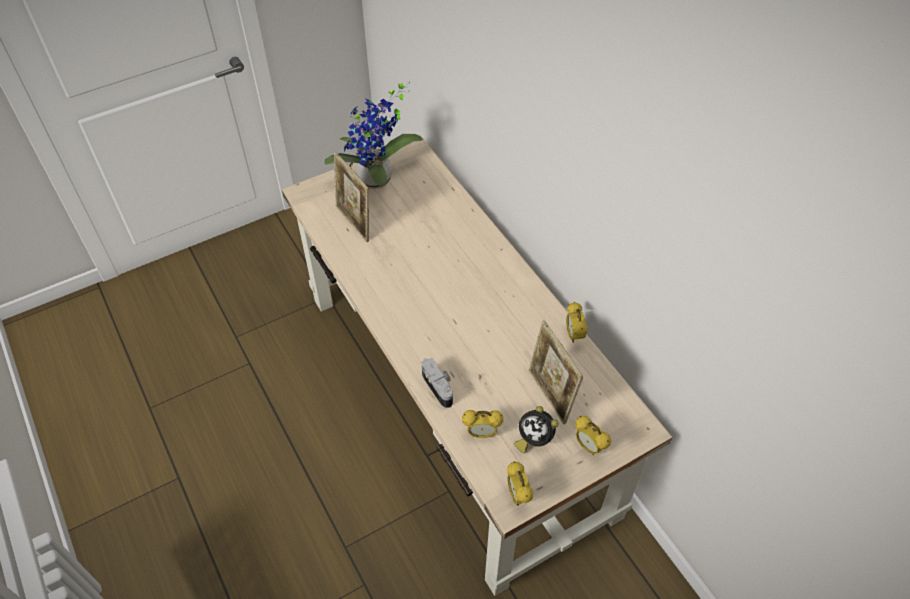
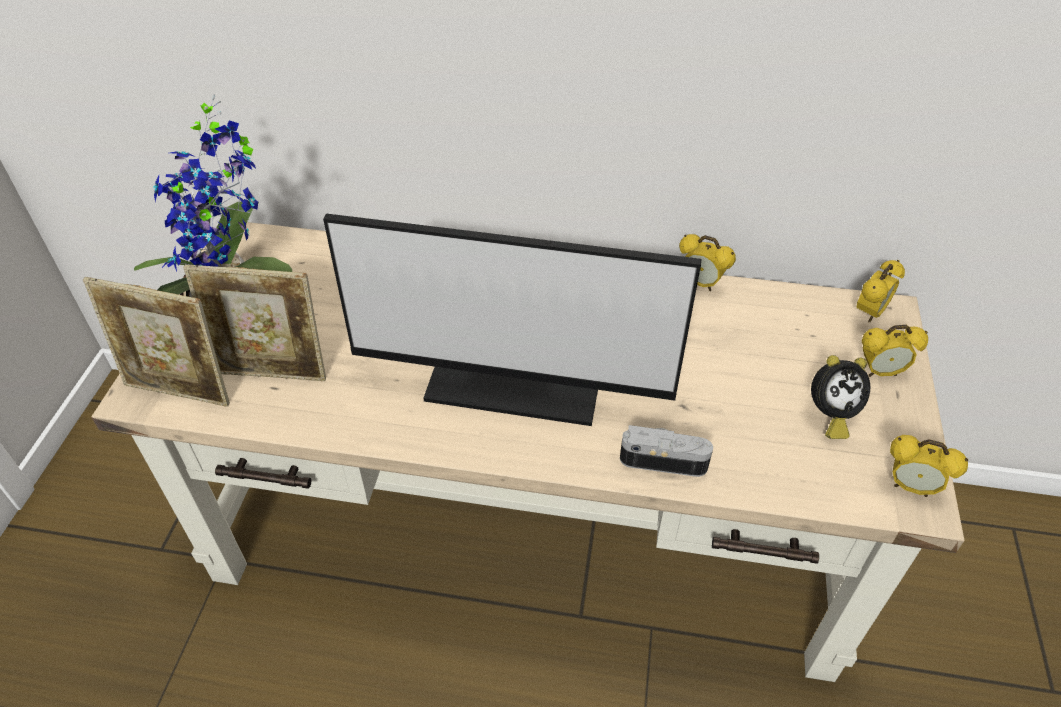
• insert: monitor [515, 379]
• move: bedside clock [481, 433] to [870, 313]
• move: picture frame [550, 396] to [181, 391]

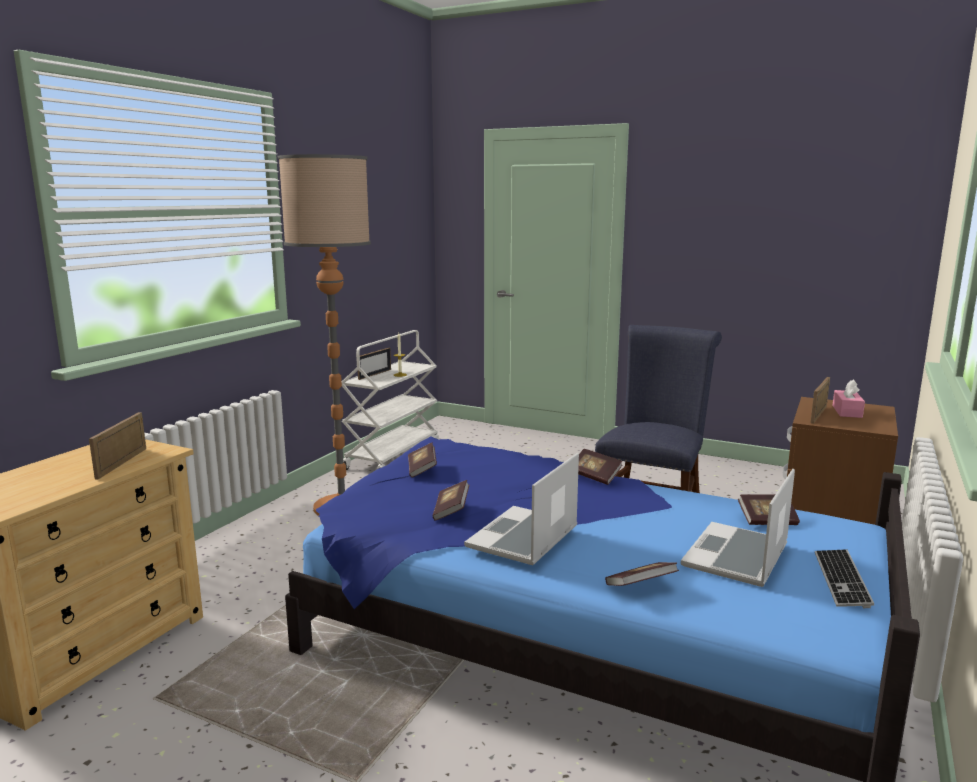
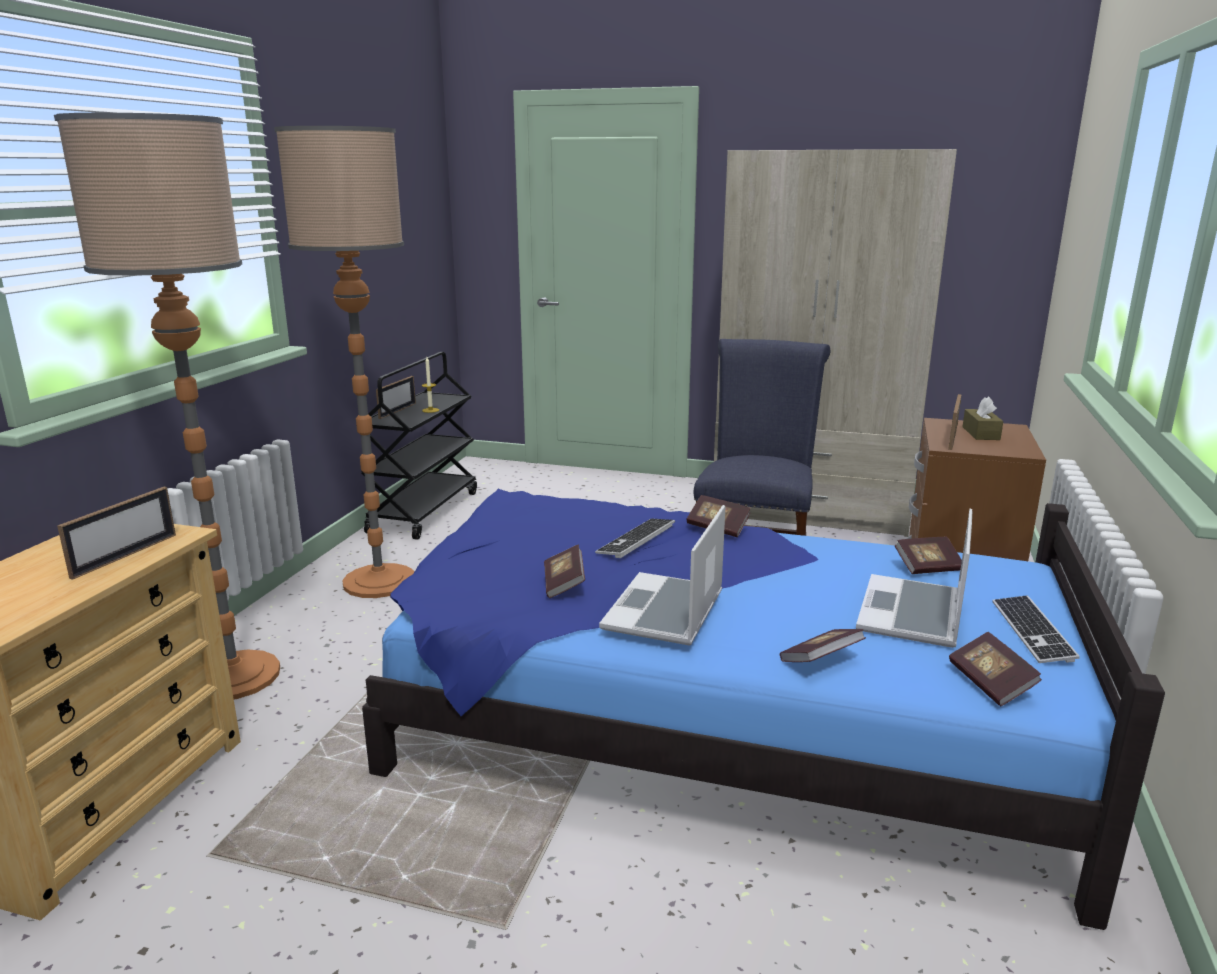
• insert: standard lamp [233, 676]
• insert: keyboard [636, 539]
• insert: beige-coloured armoire [811, 508]
• move: volume [422, 469] to [991, 683]
• recolor: white cart [392, 456] to blackish cart [423, 511]
• recolor: pink-coloured tissue holder [847, 411] to brown-coloured tissue holder [980, 433]
• rotate: picture frame [122, 463] = [125, 555] 150 degrees counterclockwise

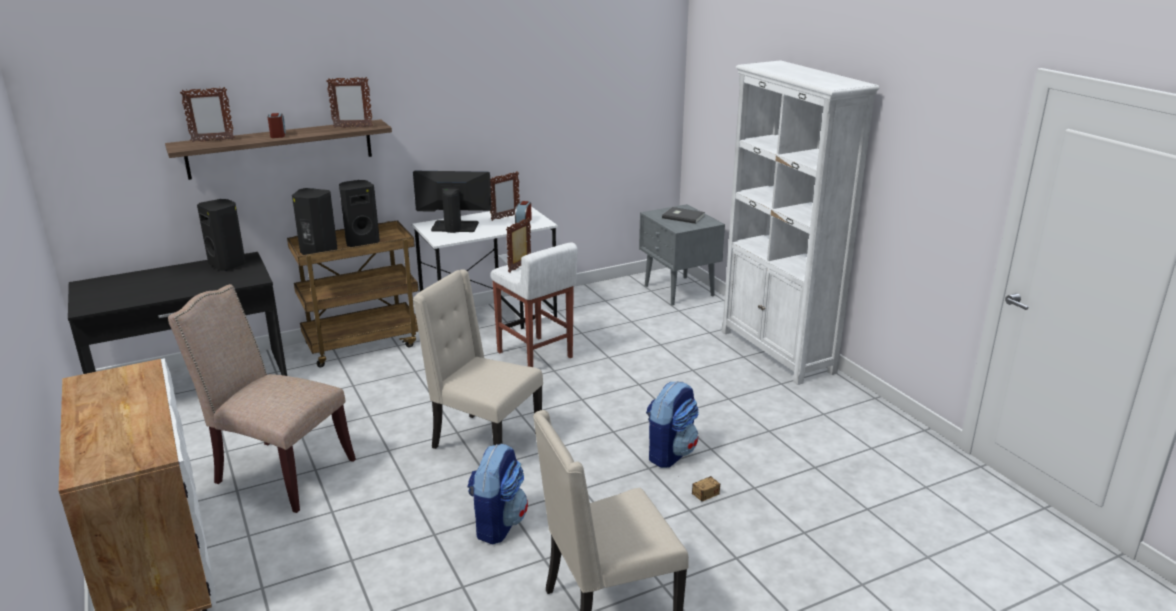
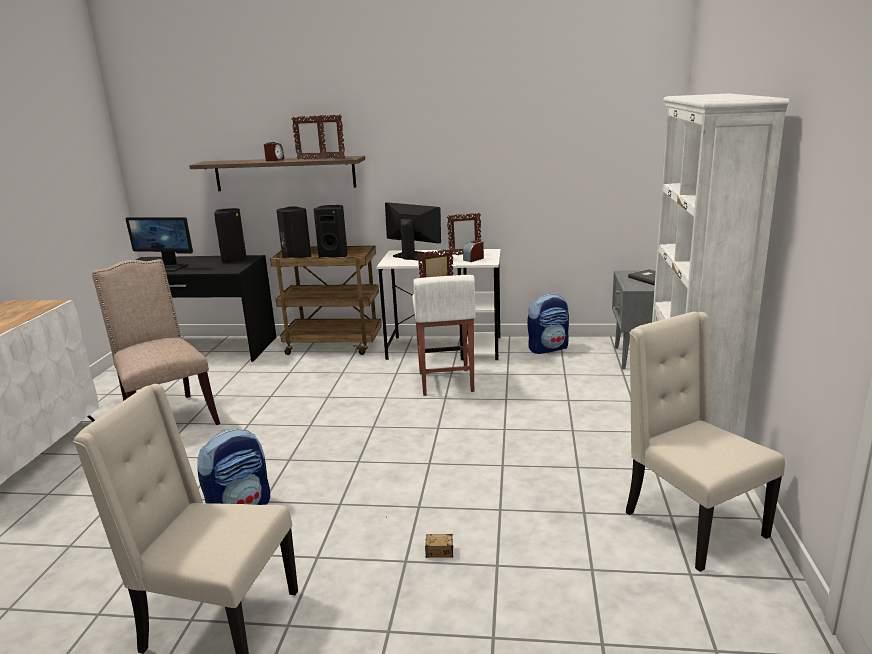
• insert: monitor [165, 267]
• move: picture frame [212, 140] to [311, 159]
• move: beige-coloured plain chair [484, 441] to [690, 524]
• move: backpack [670, 453] to [548, 348]

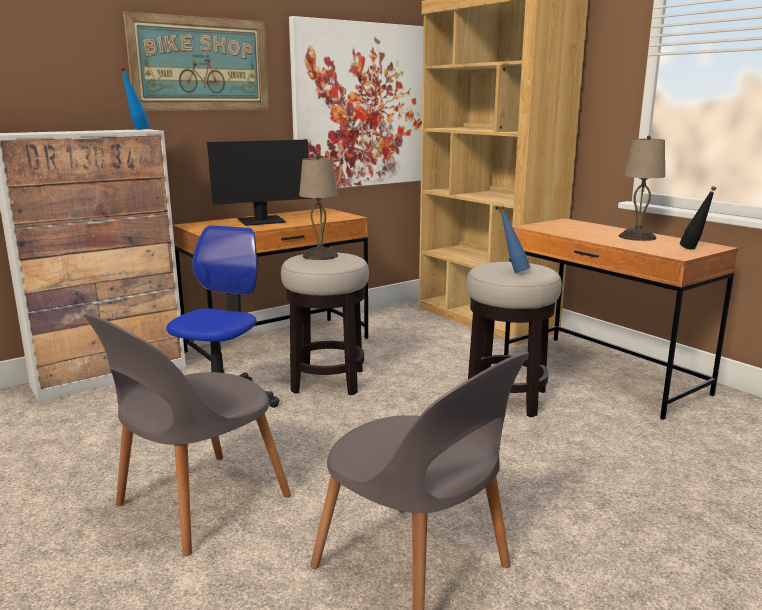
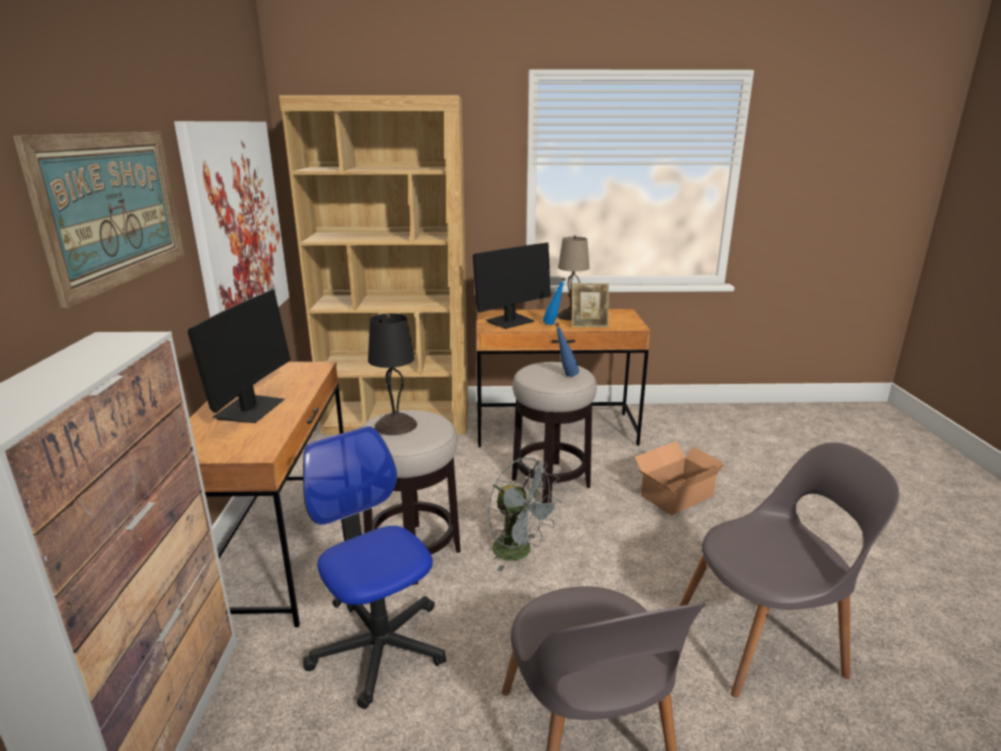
• delete: blackish beverage bottle [693, 249]
• insert: monitor [510, 322]
• insert: greyish fan [519, 552]
• insert: picture frame [589, 325]
• insert: cardboard box [673, 495]
• move: blue-coloured beverage bottle [137, 129] to [553, 325]
• recolor: beige-coloured tabletop lamp [320, 255] to blackish tabletop lamp [395, 425]

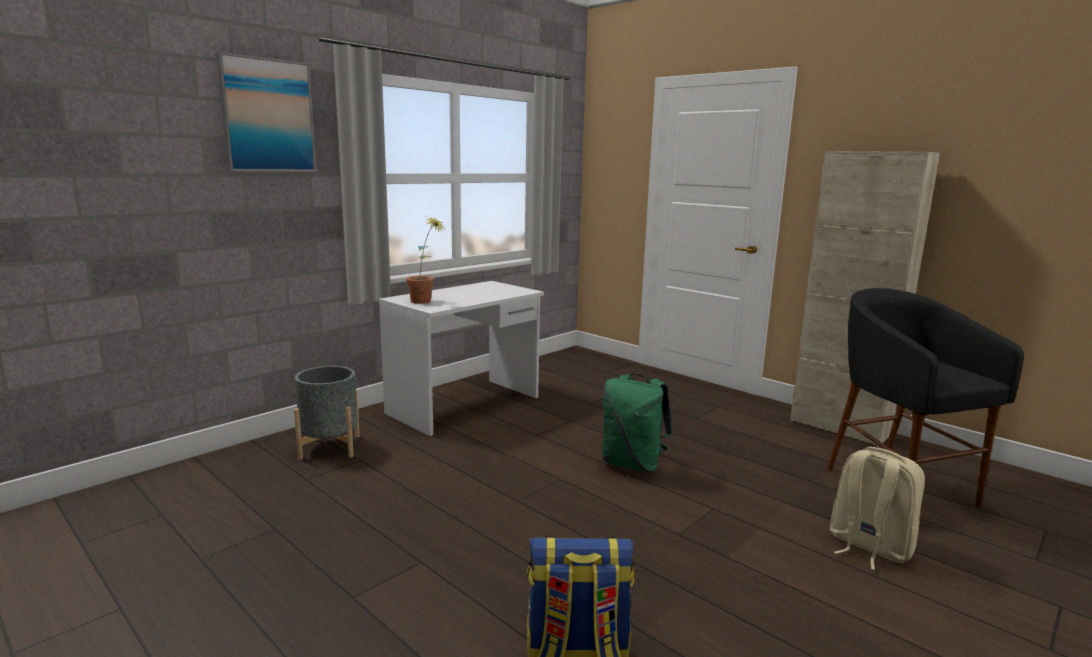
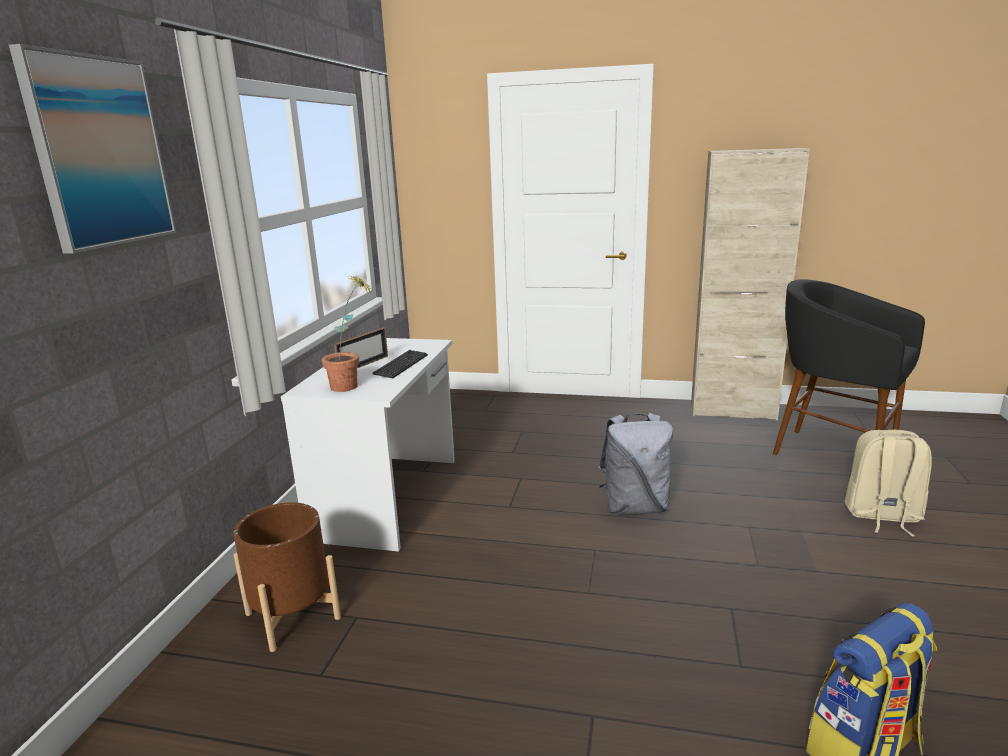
• insert: picture frame [363, 365]
• insert: keyboard [401, 365]
• recolor: greyish planter [330, 447] to brown-coloured planter [293, 615]
• recolor: green backpack [633, 464] to greyish backpack [634, 507]

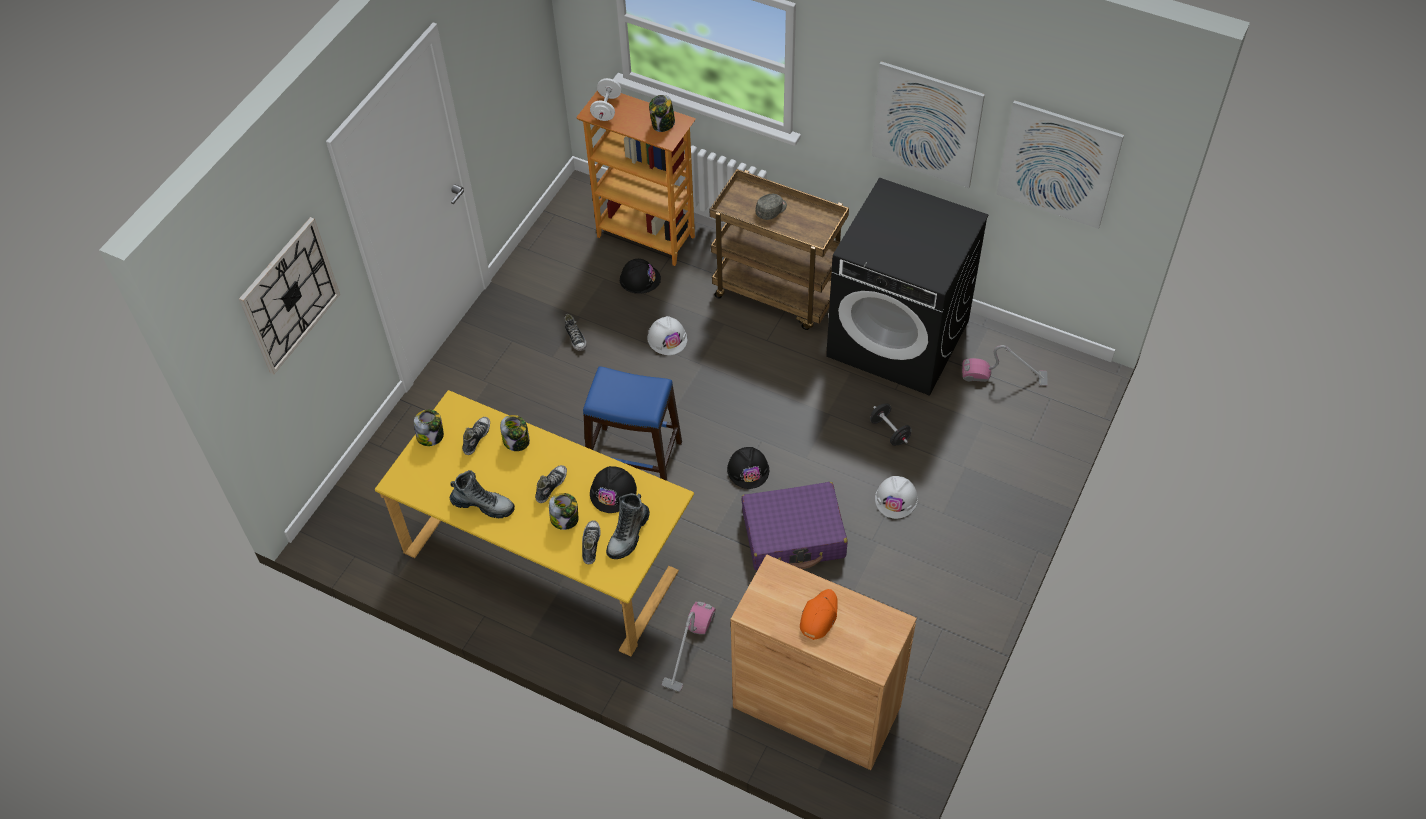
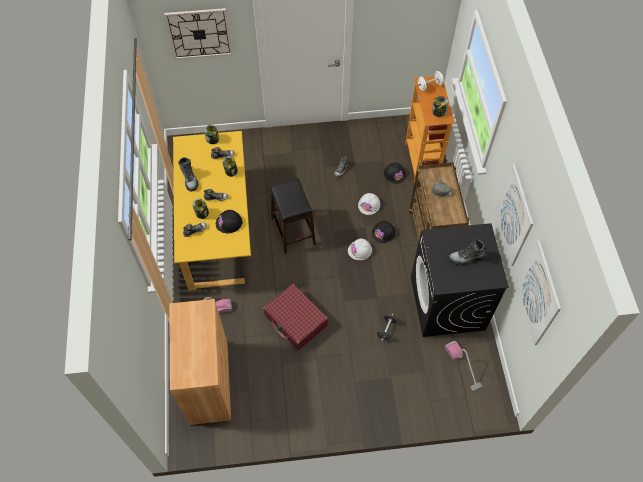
• delete: orangey cap [818, 616]
• move: tall boot [628, 534] to [466, 258]
• move: blackish hard hat [748, 469] to [383, 233]
• move: white hard hat [896, 499] to [360, 250]
• recolor: blue-coloured stool [634, 457] to blackish stool [293, 231]
• recolor: purple-coloured piece of luggage [794, 535] to red piece of luggage [296, 320]

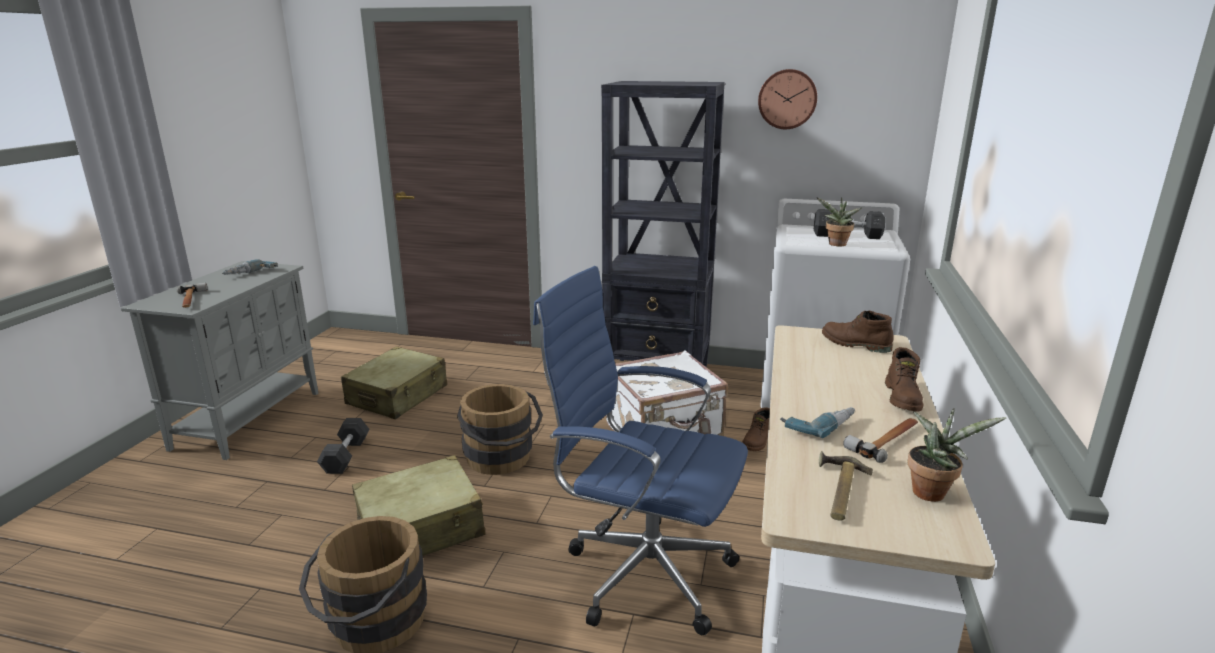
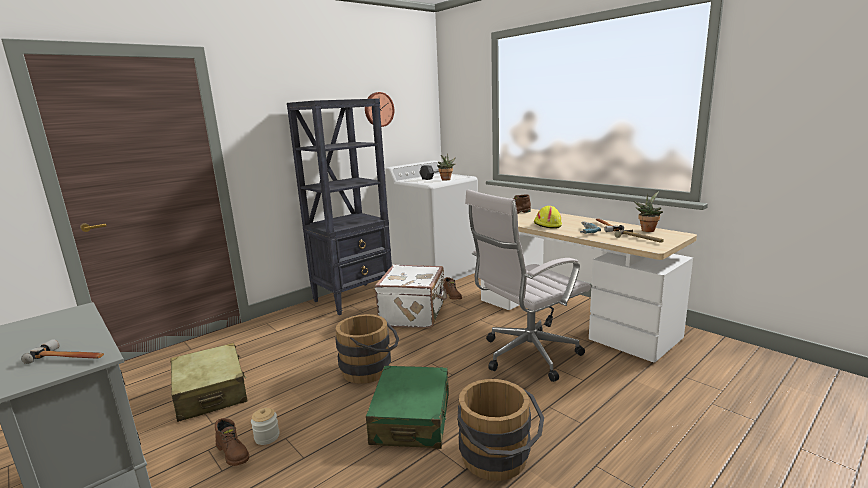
• delete: electric drill [251, 274]
• insert: yellow-coloured hard hat [546, 225]
• move: brown-coloured tall boot [903, 398] to [233, 453]
• replace: greyish dumbbell [346, 456] to jar [267, 437]
• recolor: beige-coloured piece of luggage [421, 528] to green piece of luggage [411, 419]
• recolor: blue-coloured office chair [641, 572] to white office chair [526, 356]

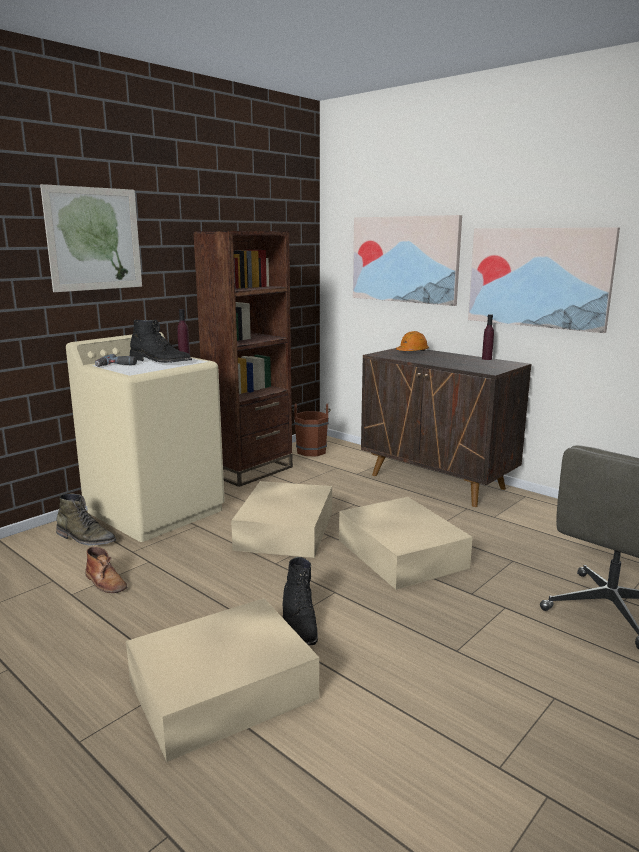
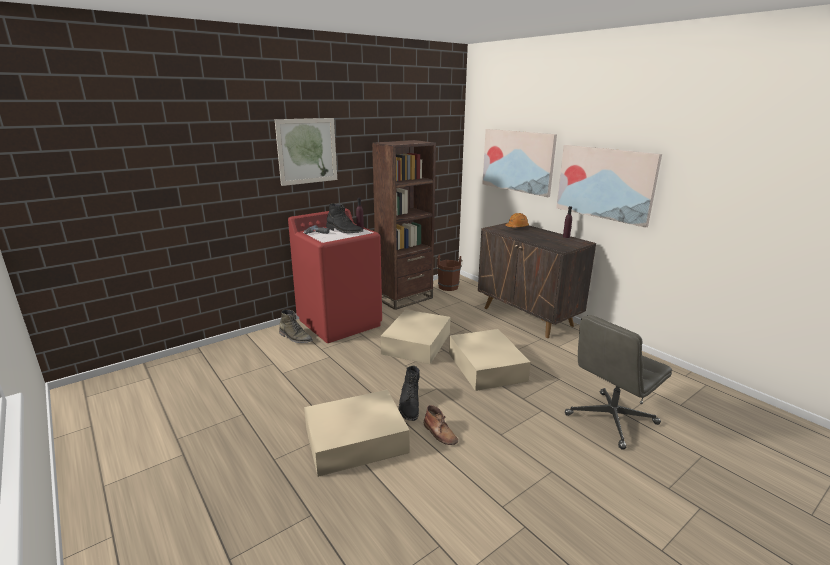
• move: brown-coloured tall boot [105, 582] to [440, 433]
• recolor: beige-coloured laundry machine [156, 511] to red laundry machine [340, 322]

